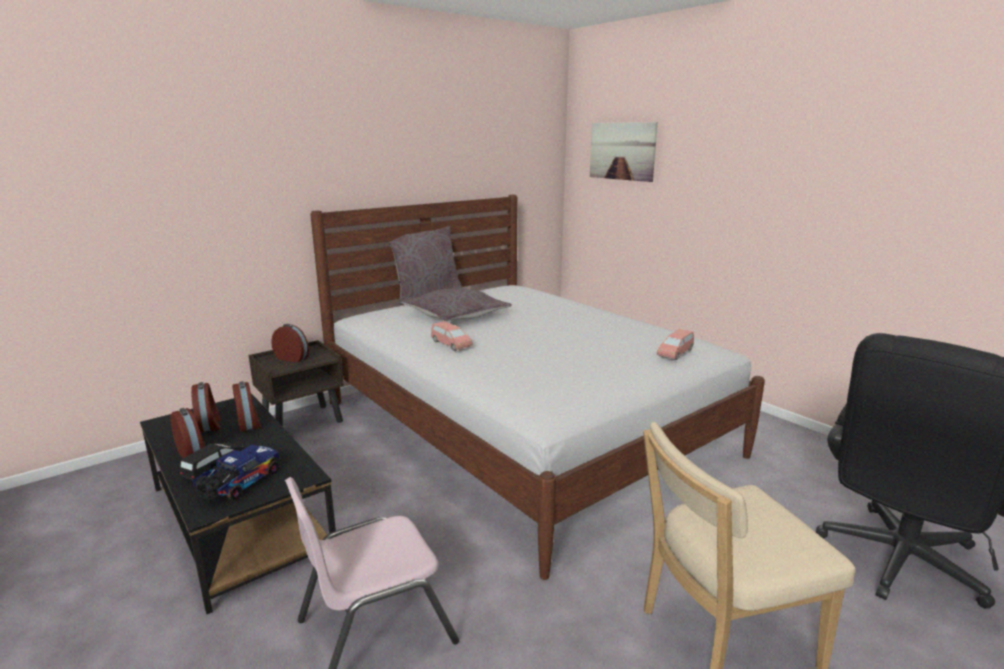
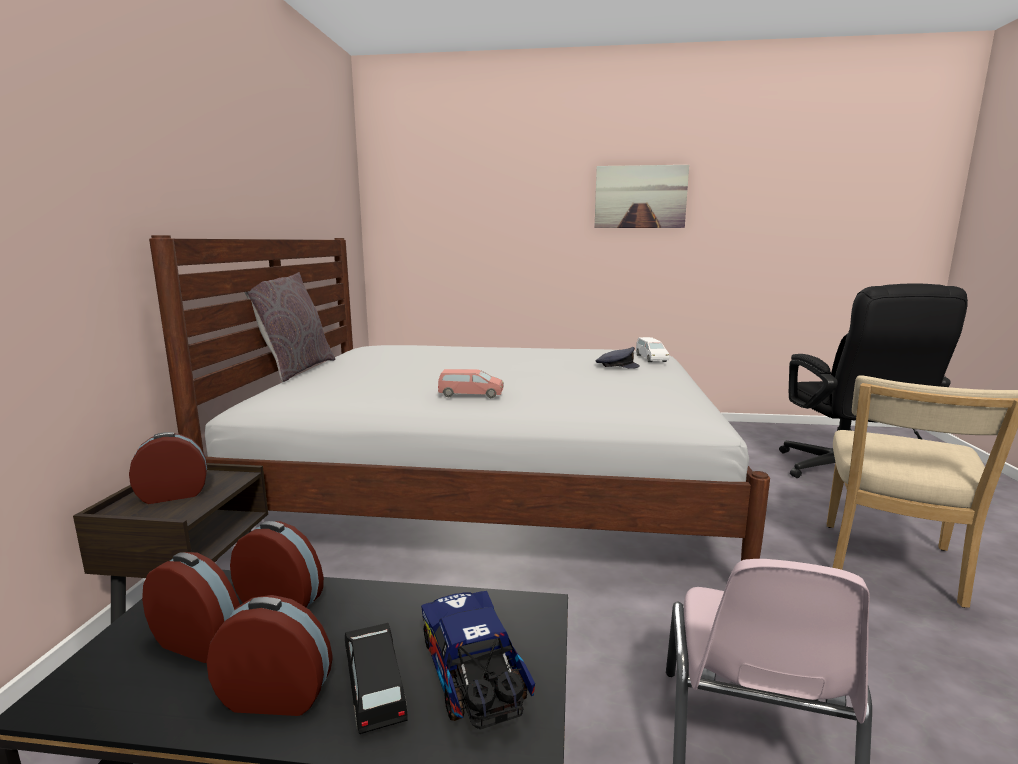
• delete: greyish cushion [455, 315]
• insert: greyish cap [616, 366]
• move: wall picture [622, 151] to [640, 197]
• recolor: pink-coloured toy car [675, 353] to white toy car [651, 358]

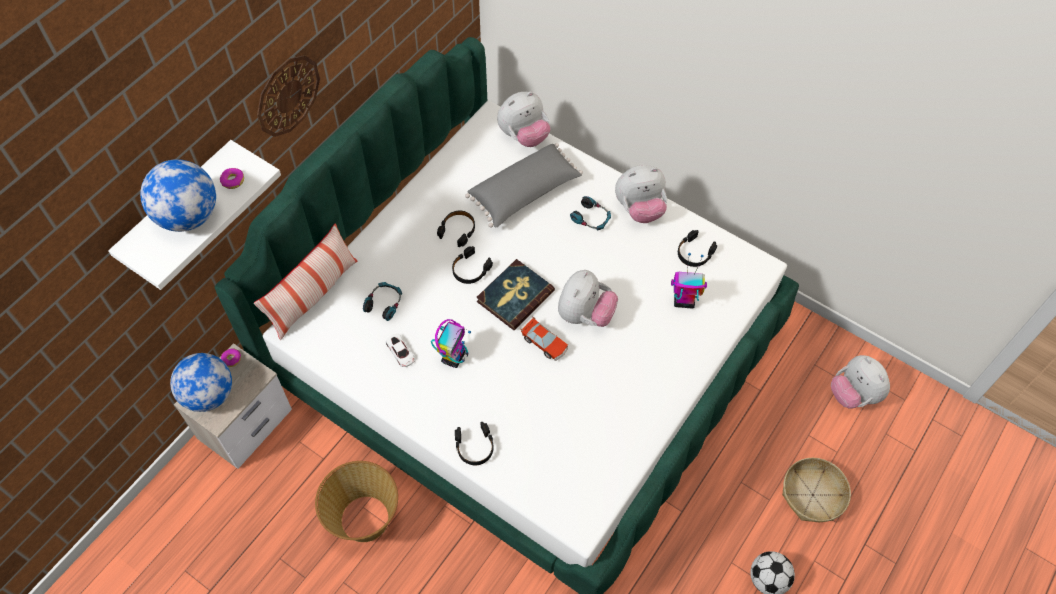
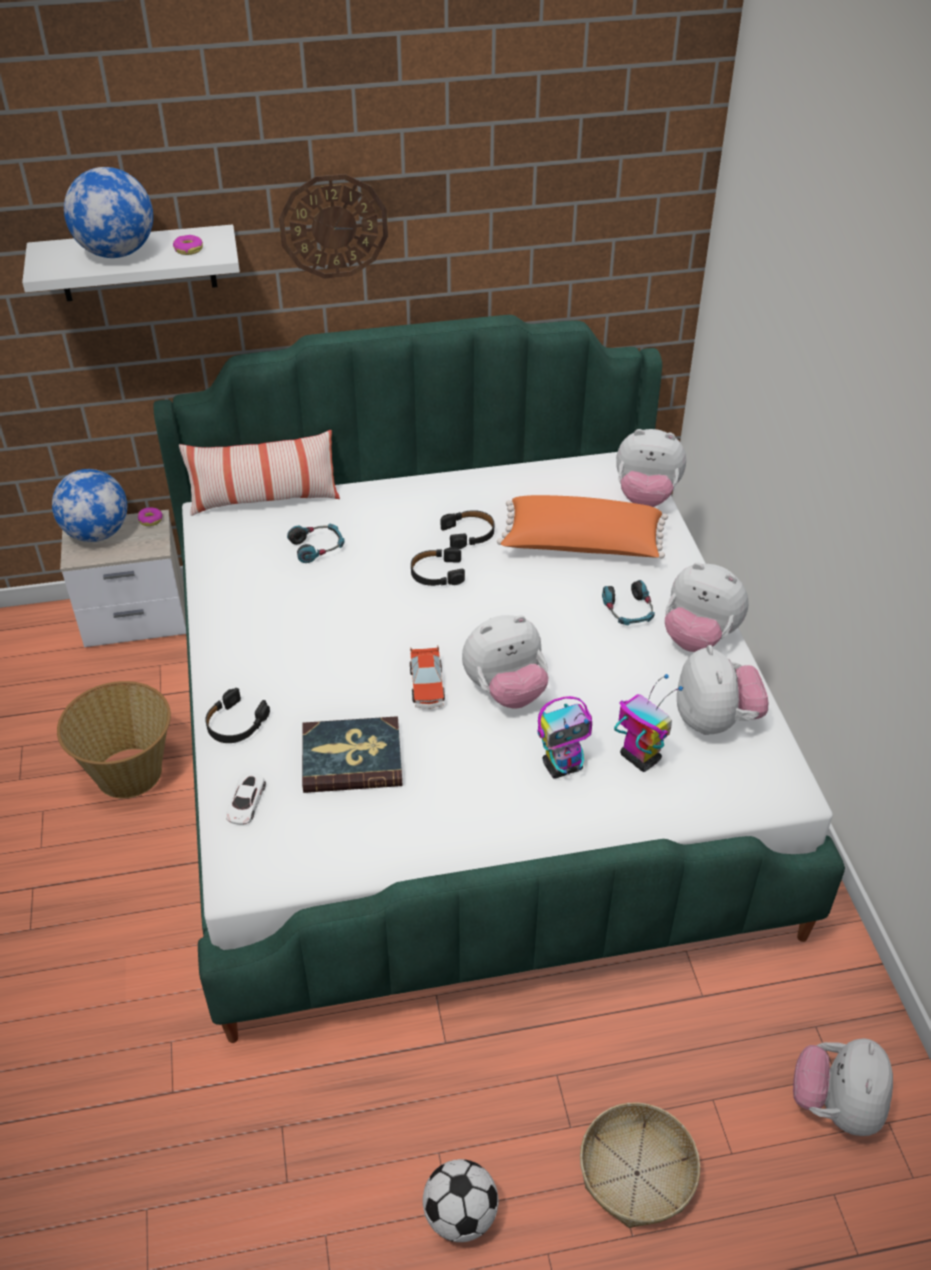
• move: white toy car [400, 352] to [246, 802]
• move: toy robot [453, 357] to [563, 766]
• move: volume [515, 296] to [352, 758]
• replace: blackish headset [694, 253] to cuddly toy [715, 721]
• recolor: greyish cushion [525, 193] to orangey cushion [581, 546]

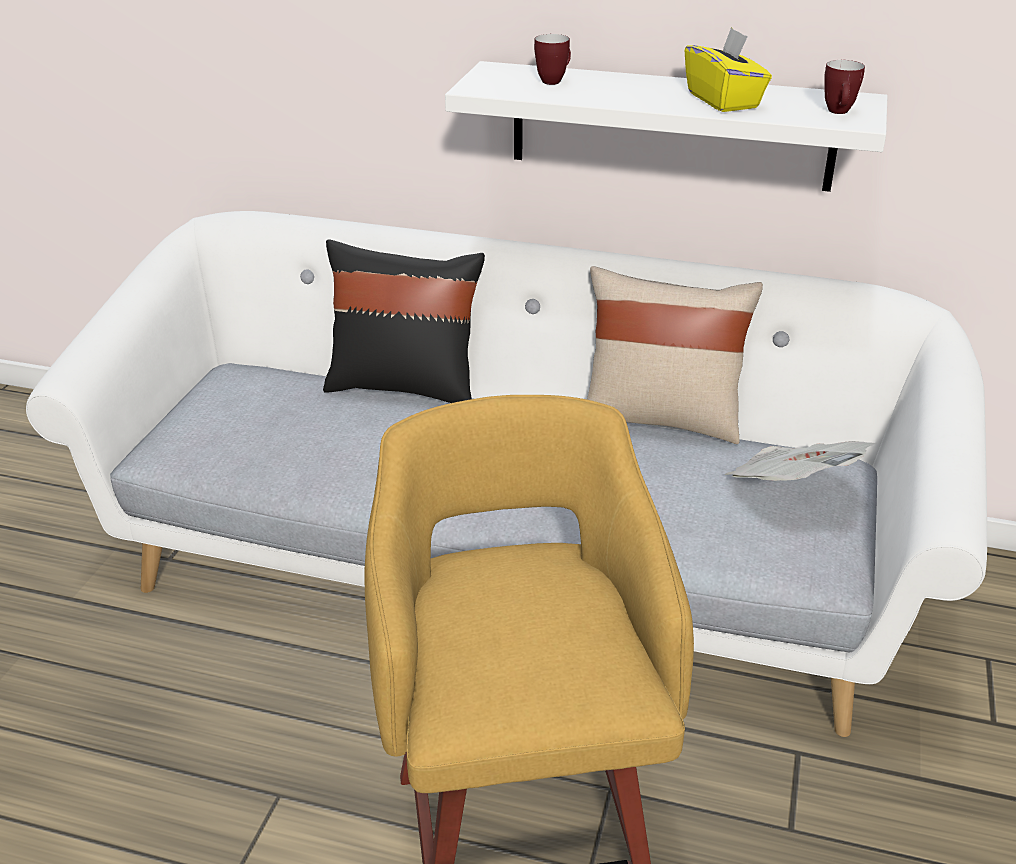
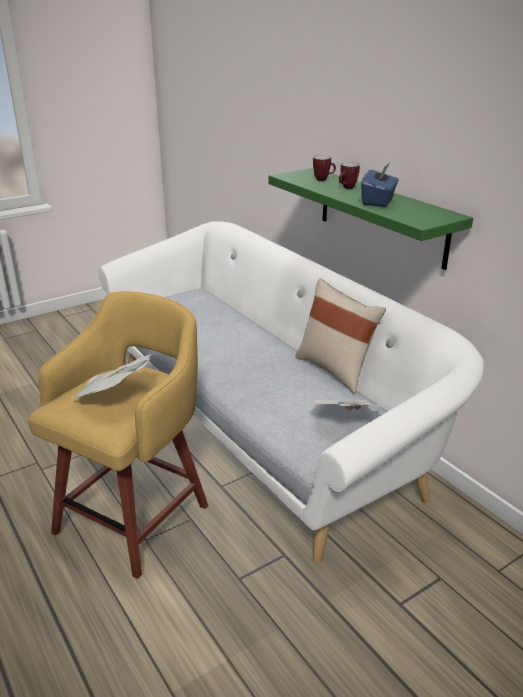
• delete: blackish cushion [405, 386]
• insert: newspaper [114, 395]
• move: tea mug [839, 113] to [347, 188]
• recolor: white wall shelf [671, 126] to green wall shelf [381, 216]
• recolor: yellow-coloured tissue holder [724, 100] to blue-coloured tissue holder [378, 201]

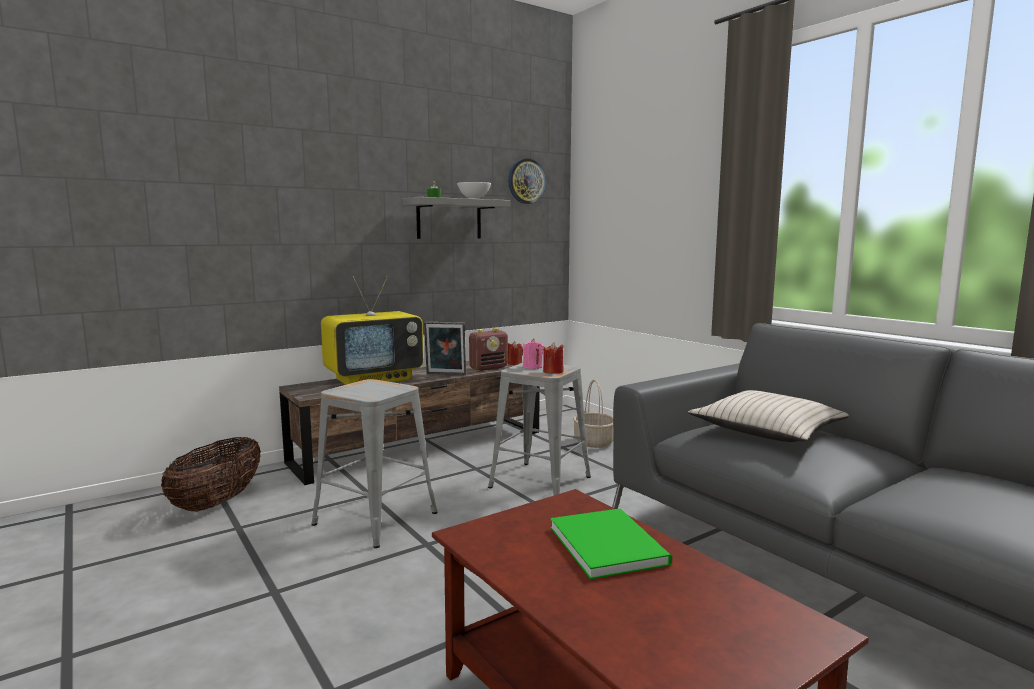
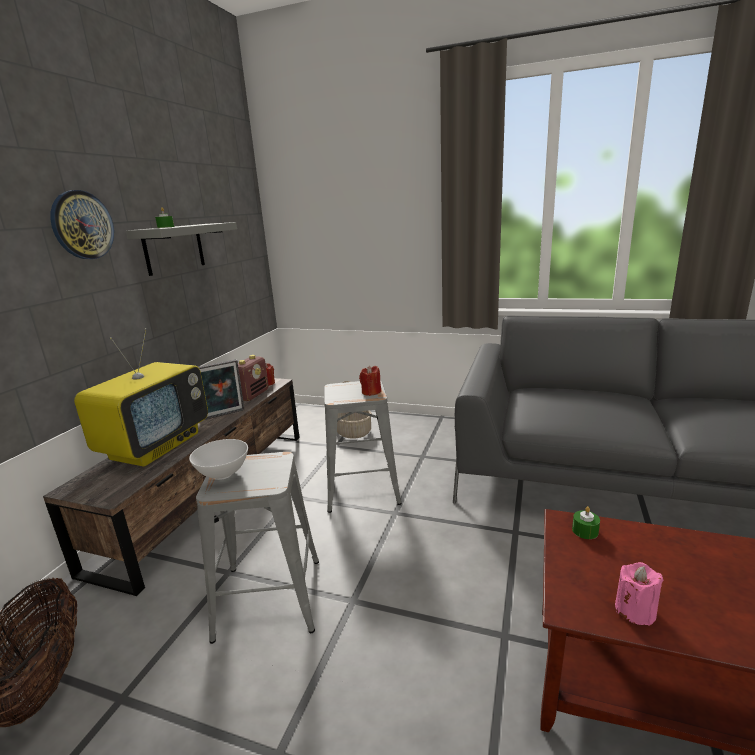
• delete: green volume [608, 543]
• delete: beige-coloured cushion [767, 430]
• insert: green candle [585, 531]
• move: white serving bowl [474, 199] to [222, 475]
• move: wall clock [526, 181] to [82, 225]
• move: pink-coloured candle [532, 367] to [635, 610]

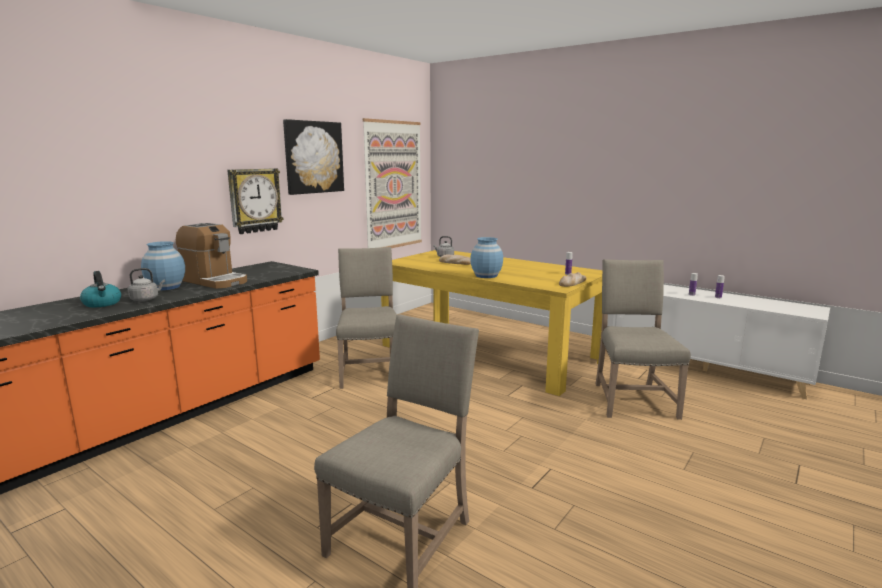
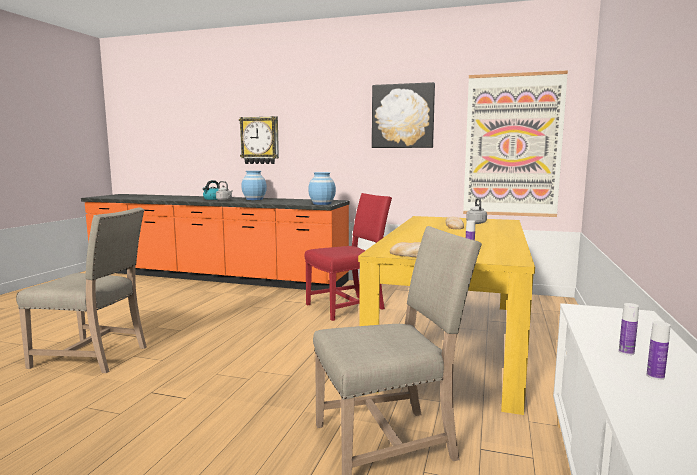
• delete: coffee brewer [214, 281]
• move: wall clock [254, 200] to [260, 140]
• move: blue-coloured decorative vase [486, 275] to [322, 203]
• recolor: beige-coloured plain chair [370, 371] to red plain chair [348, 307]

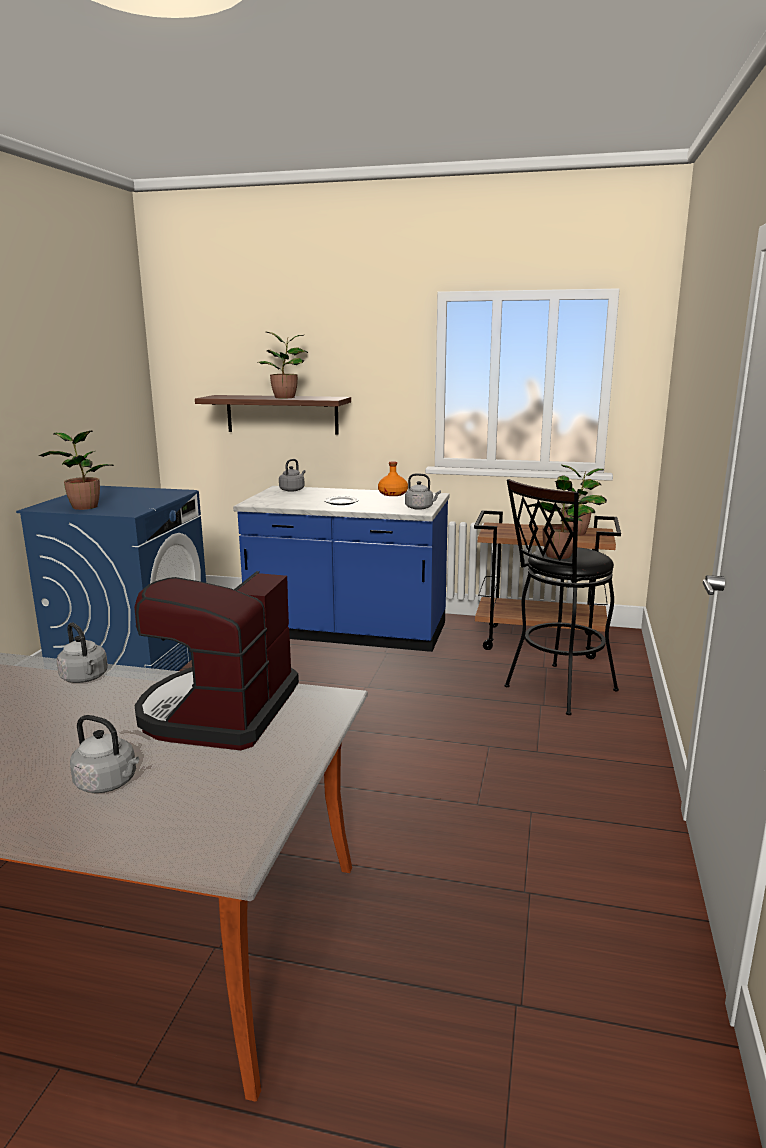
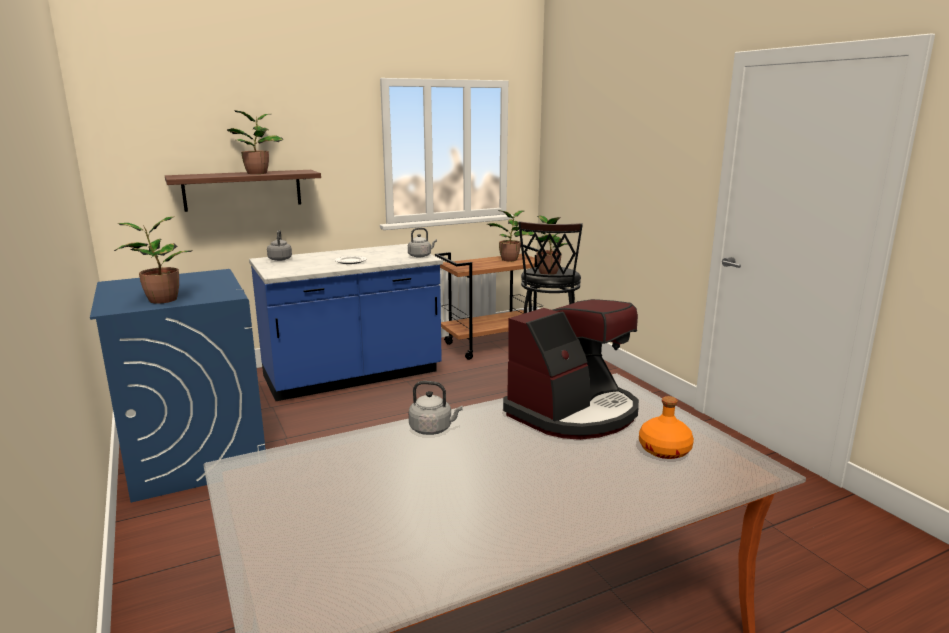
• delete: greyish kettle [109, 783]
• move: orangey beverage bottle [392, 494] to [664, 450]
• rotate: coffee brewer [218, 712] = [573, 412] 105 degrees counterclockwise

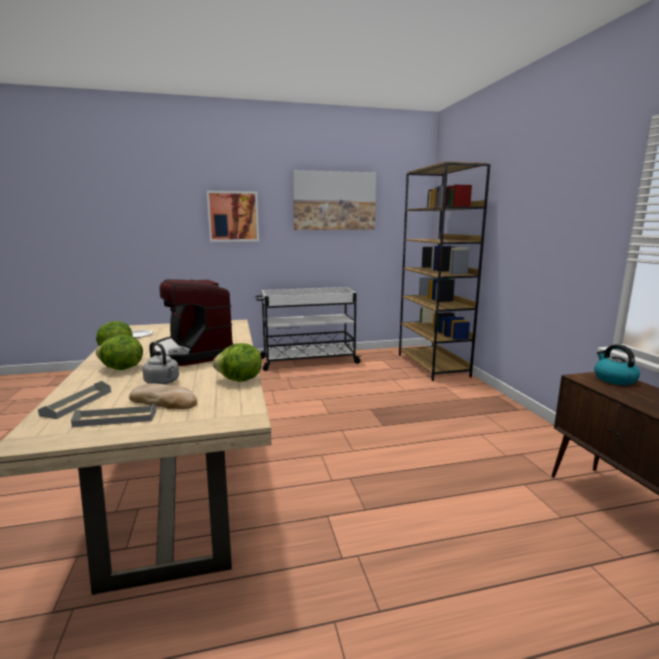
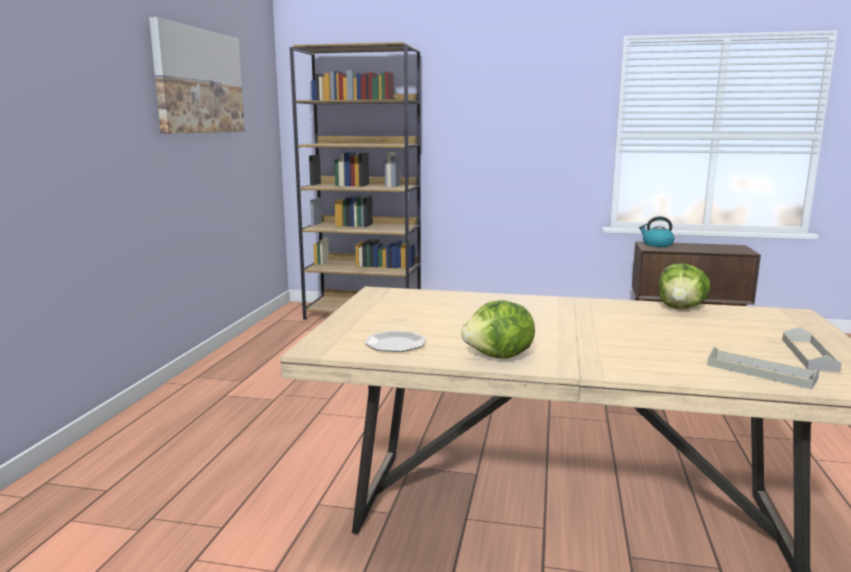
• delete: head of lettuce [121, 369]
• delete: bakery bread [164, 401]
• delete: greyish kettle [163, 382]
• delete: coffee brewer [193, 353]
• delete: wall picture [233, 216]
• delete: white cart [307, 361]

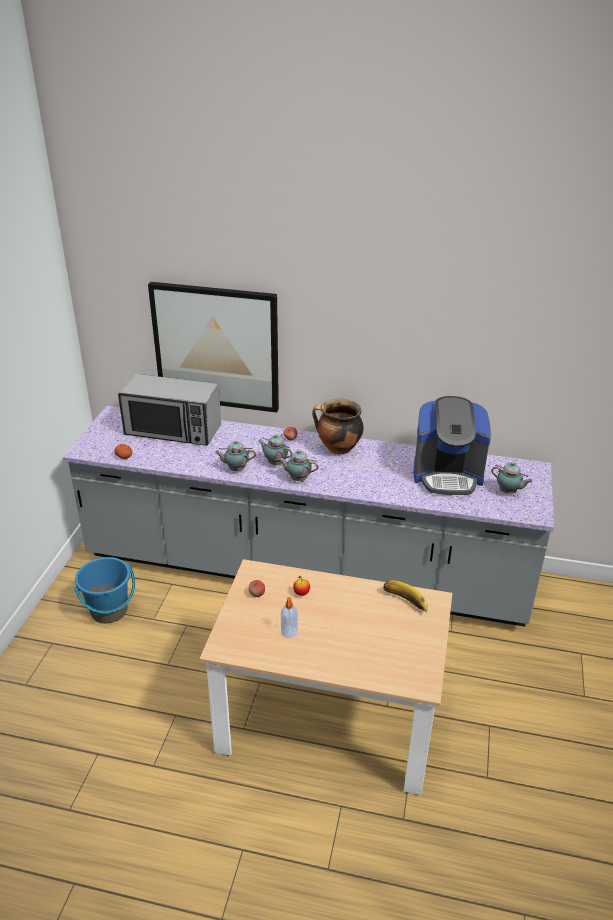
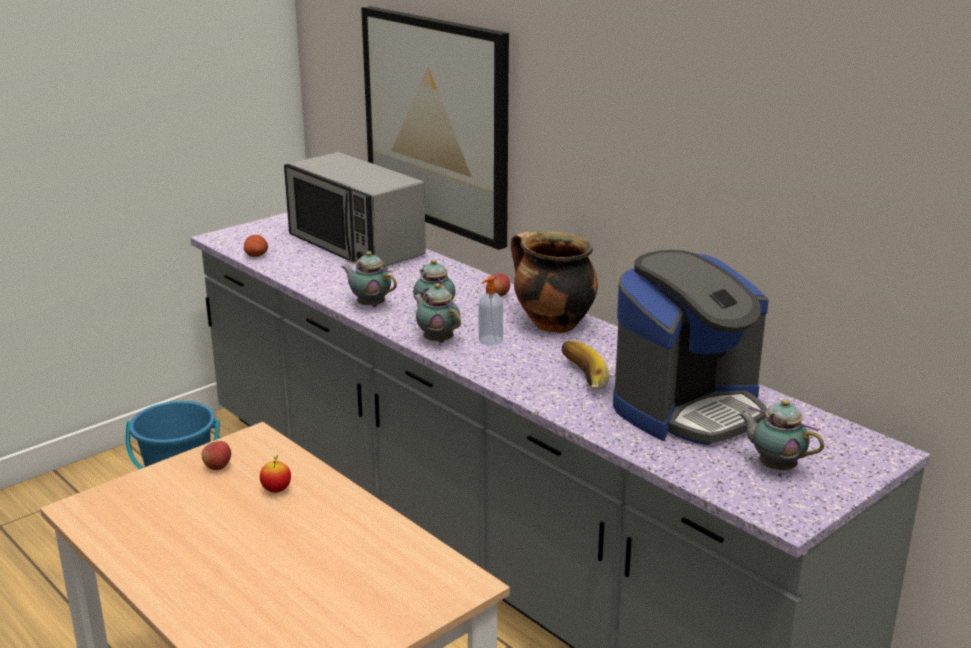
• move: liquid soap bottle [289, 632] to [490, 341]
• move: banana fruit [404, 603] to [580, 378]
• rotate: coffee brewer [447, 475] = [688, 408] 75 degrees counterclockwise
• rotate: teapot [508, 492] = [774, 466] 150 degrees clockwise

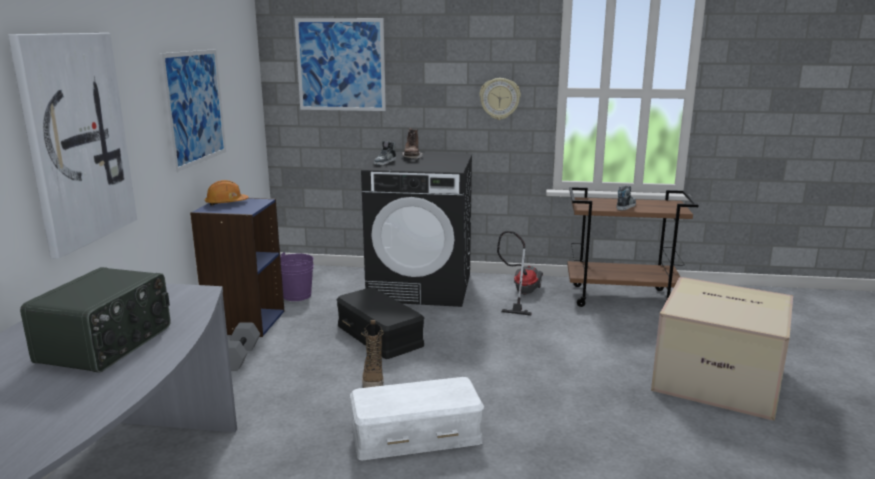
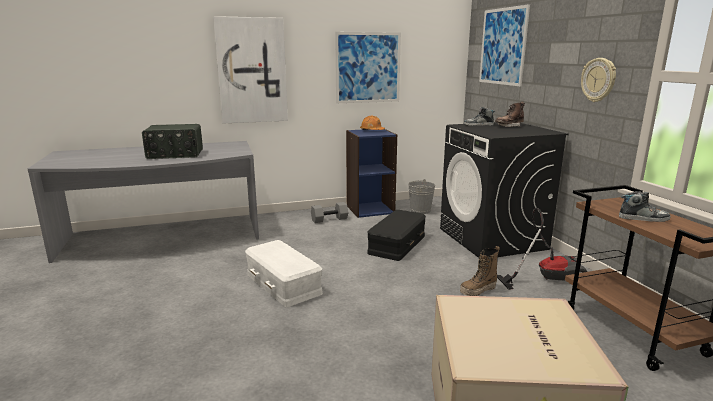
• move: tall boot [373, 380] to [478, 291]
• recolor: purple-coloured pail [297, 295] to greyish pail [420, 210]

